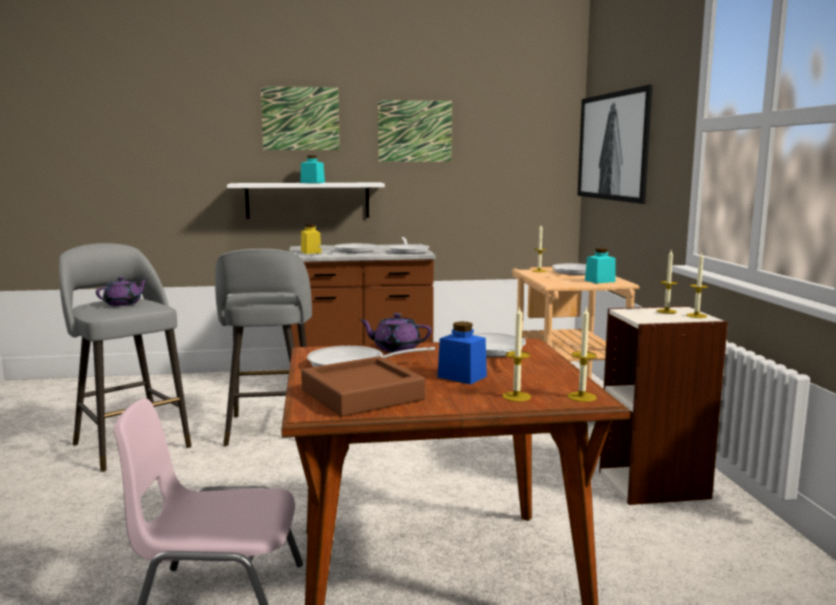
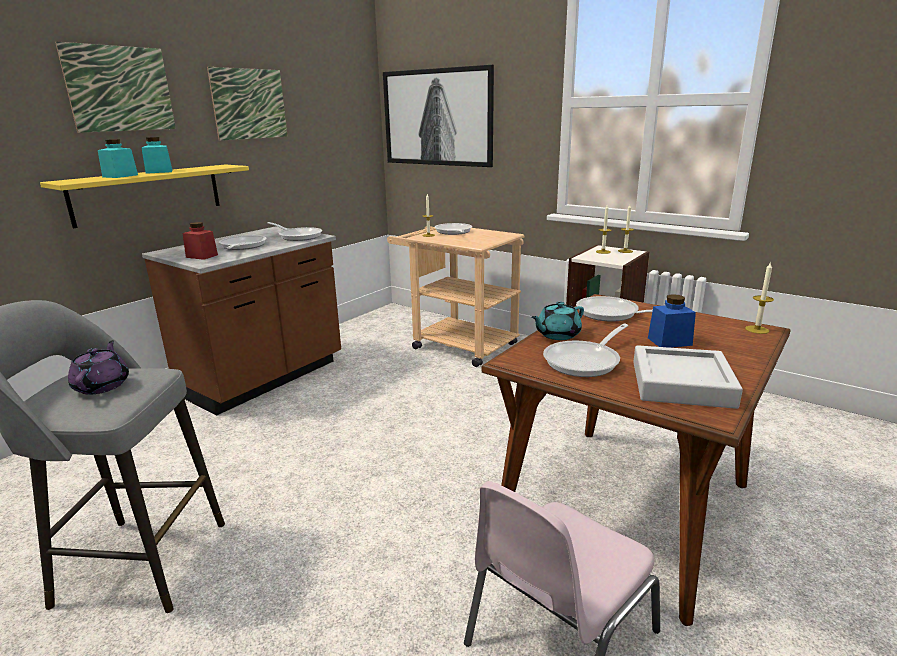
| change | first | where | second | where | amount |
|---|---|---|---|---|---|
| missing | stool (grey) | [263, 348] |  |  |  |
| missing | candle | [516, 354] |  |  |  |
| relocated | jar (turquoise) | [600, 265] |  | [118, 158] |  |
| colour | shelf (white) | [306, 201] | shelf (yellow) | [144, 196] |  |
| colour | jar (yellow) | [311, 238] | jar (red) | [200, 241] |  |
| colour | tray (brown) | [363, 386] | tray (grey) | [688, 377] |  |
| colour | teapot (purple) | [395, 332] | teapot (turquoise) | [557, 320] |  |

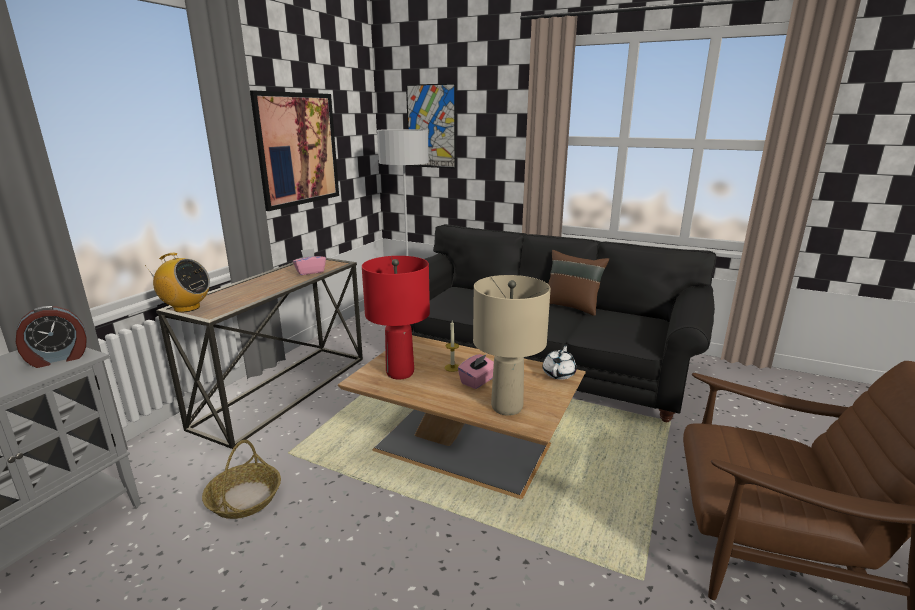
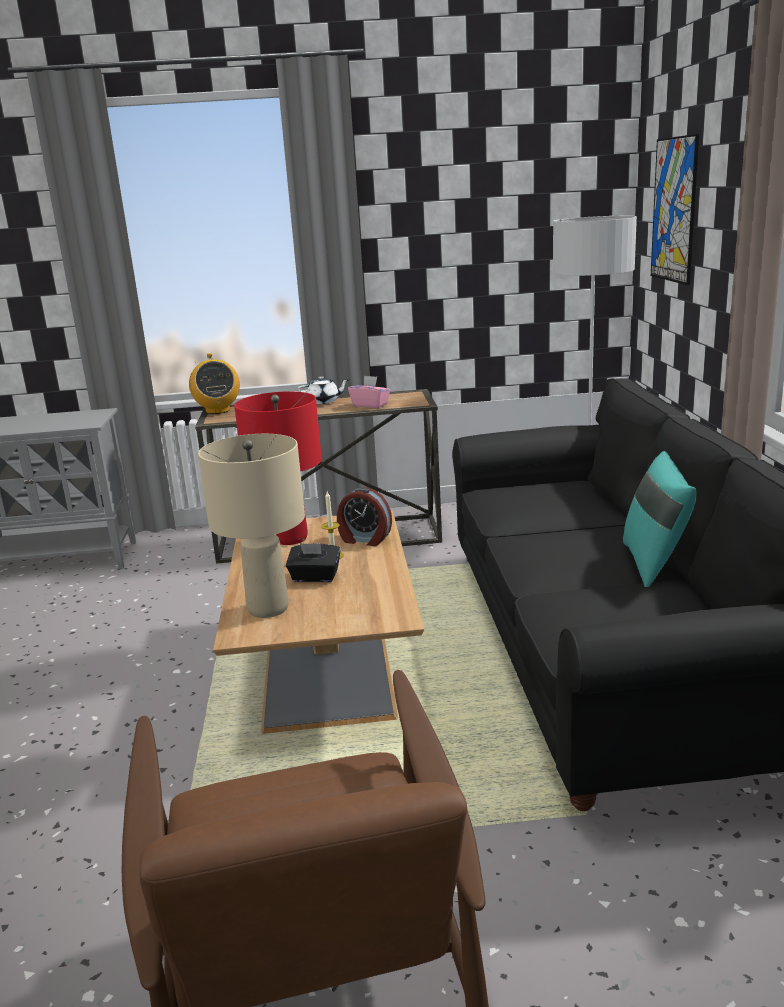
| change | first | where | second | where | amount |
|---|---|---|---|---|---|
| missing | basket | [241, 479] |  |  |  |
| missing | picture | [294, 150] |  |  |  |
| relocated | alarm clock | [51, 337] |  | [364, 516] |  |
| relocated | teapot (white) | [559, 362] |  | [323, 390] |  |
| colour | tissue box (pink) | [476, 371] | tissue box (black) | [313, 562] |  |
| colour | pillow (brown) | [578, 282] | pillow (turquoise) | [660, 519] |  |

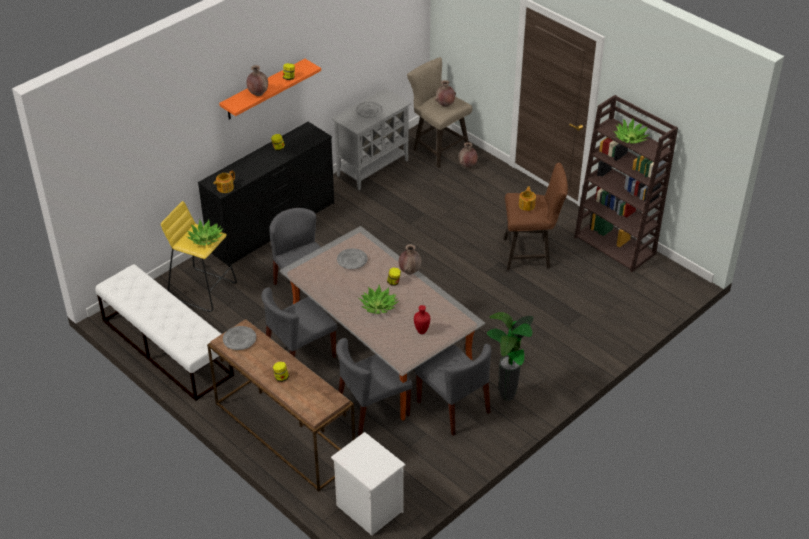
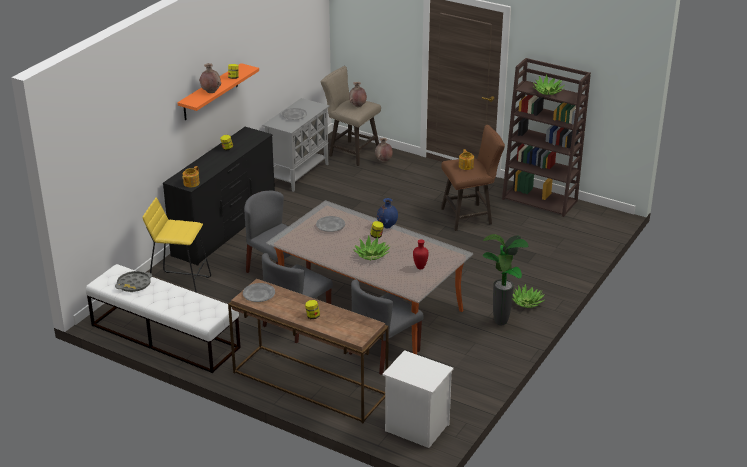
| change | first | where | second | where | amount |
|---|---|---|---|---|---|
| missing | chair (grey) | [453, 390] |  |  |  |
| appeared |  |  | tray (grey) | [133, 281] |  |
| relocated | potted plant | [205, 232] |  | [528, 296] |  |
| colour | vase (brown) | [410, 259] | vase (blue) | [387, 213] |  |

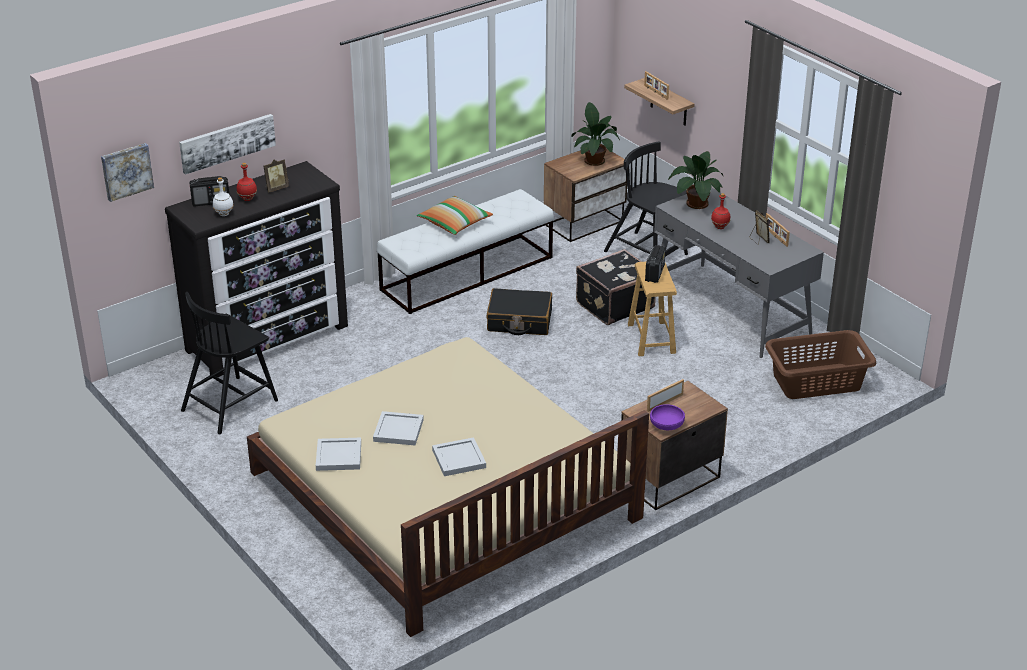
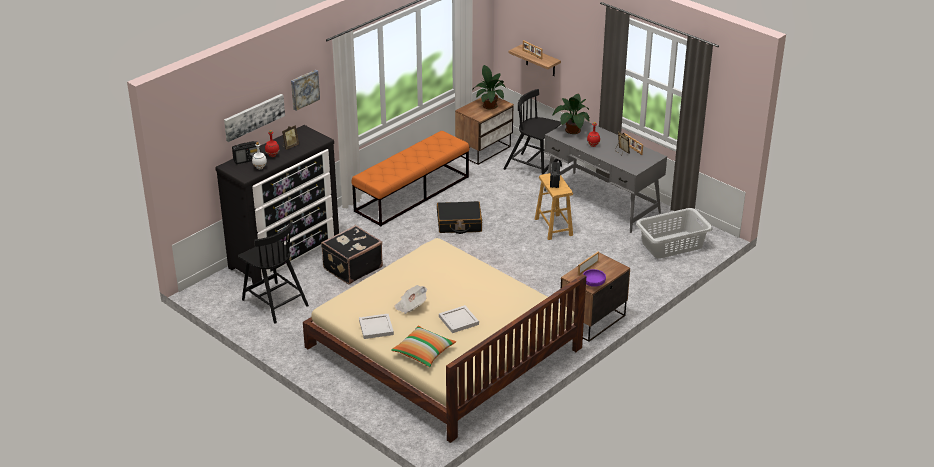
| change | first | where | second | where | amount |
|---|---|---|---|---|---|
| relocated | picture | [127, 172] |  | [305, 90] |  |
| relocated | pillow | [455, 215] |  | [424, 346] |  |
| relocated | suitcase (black) | [615, 287] |  | [352, 254] |  |
| exchanged | tray (white) | [398, 428] | newspaper | [410, 299] |  |
| colour | bench (white) | [465, 251] | bench (orange) | [410, 179] |  |
| colour | laundry basket (brown) | [820, 364] | laundry basket (grey) | [674, 233] |  |
| spun | chair (black) | [229, 363] |  | [273, 273] | 75 degrees counterclockwise |

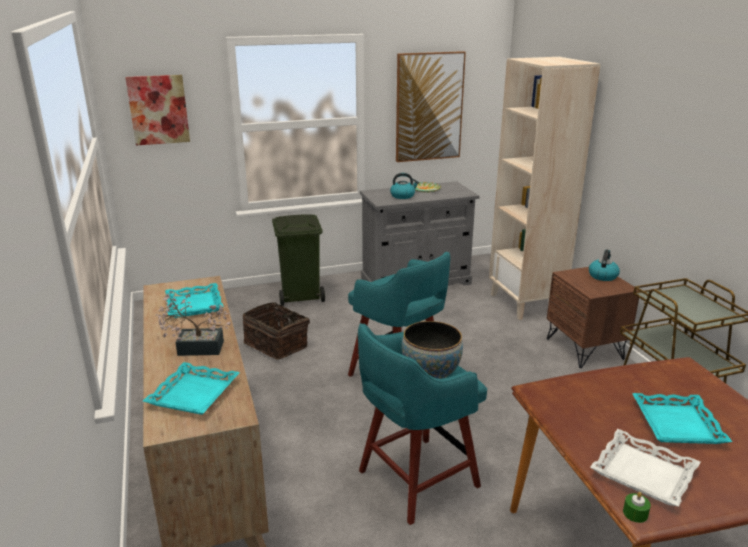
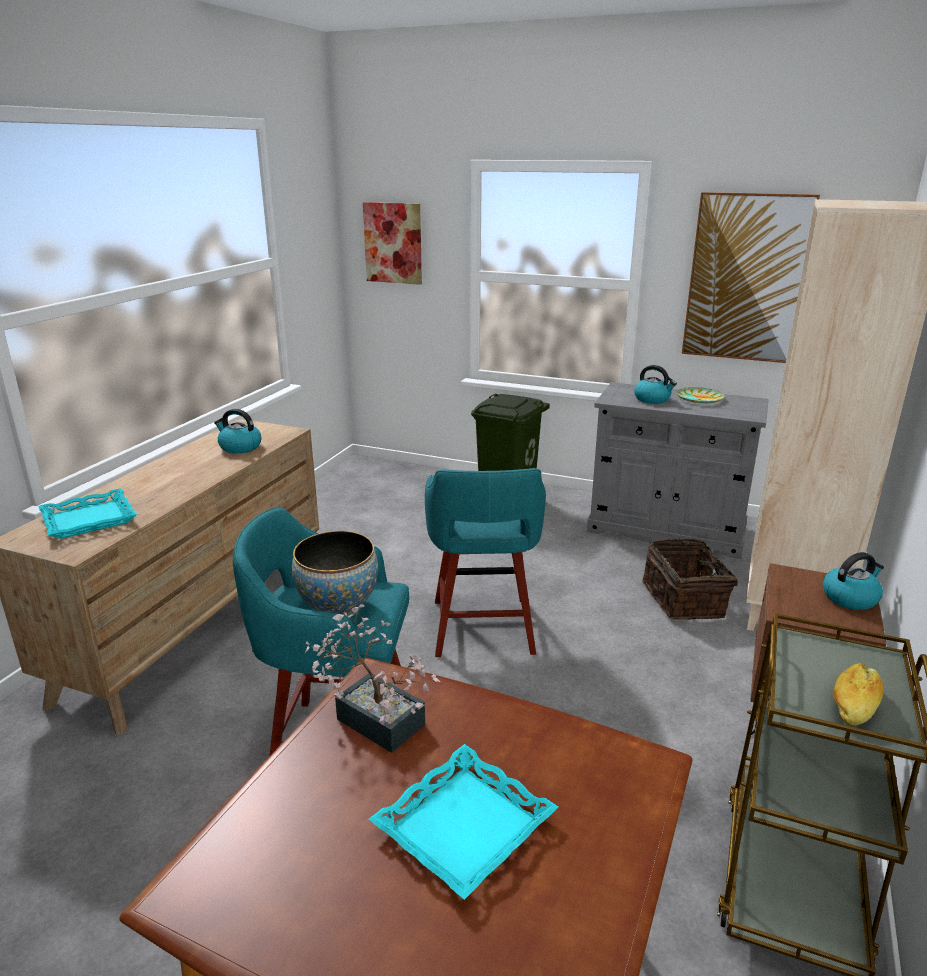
| change | first | where | second | where | amount |
|---|---|---|---|---|---|
| missing | tray (white) | [645, 468] |  |  |  |
| missing | candle (green) | [637, 507] |  |  |  |
| appeared |  |  | bread | [859, 694] |  |
| relocated | potted plant | [193, 323] |  | [373, 678] |  |
| relocated | basket | [276, 330] |  | [690, 579] |  |
| exchanged | tray (turquoise) | [194, 300] | kettle | [238, 431] |  |

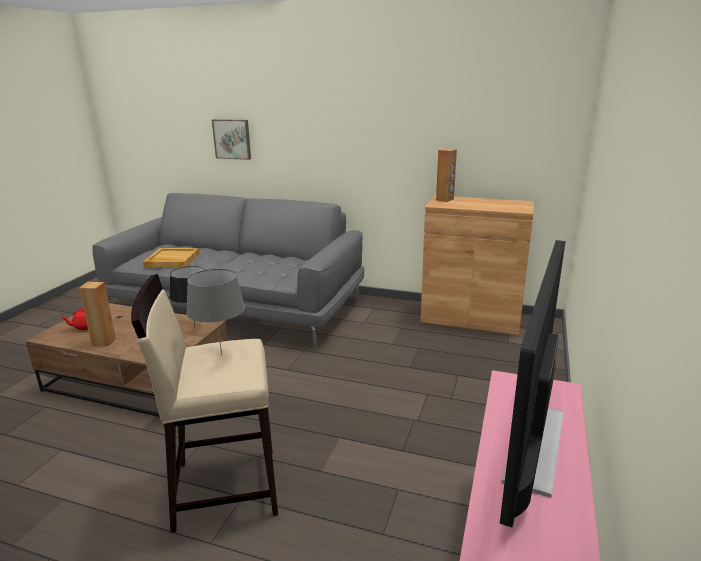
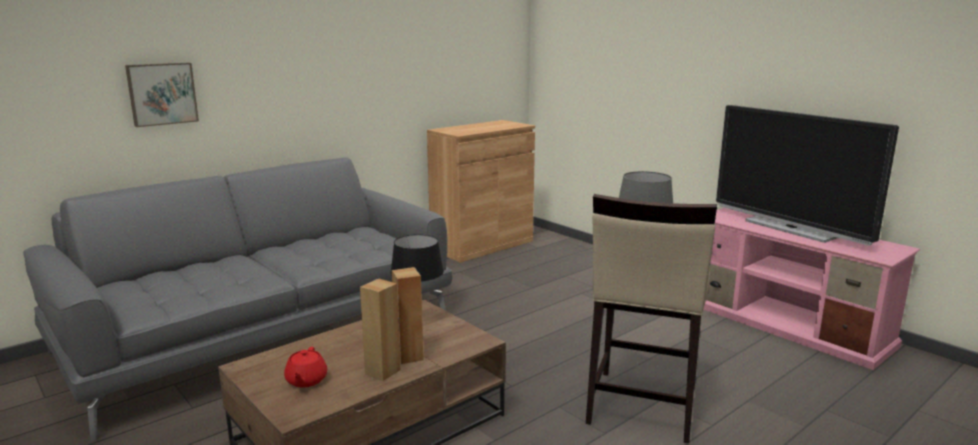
| change | first | where | second | where | amount |
|---|---|---|---|---|---|
| missing | tray (beige) | [171, 258] |  |  |  |
| relocated | speaker (brown) | [446, 175] |  | [408, 315] |  |

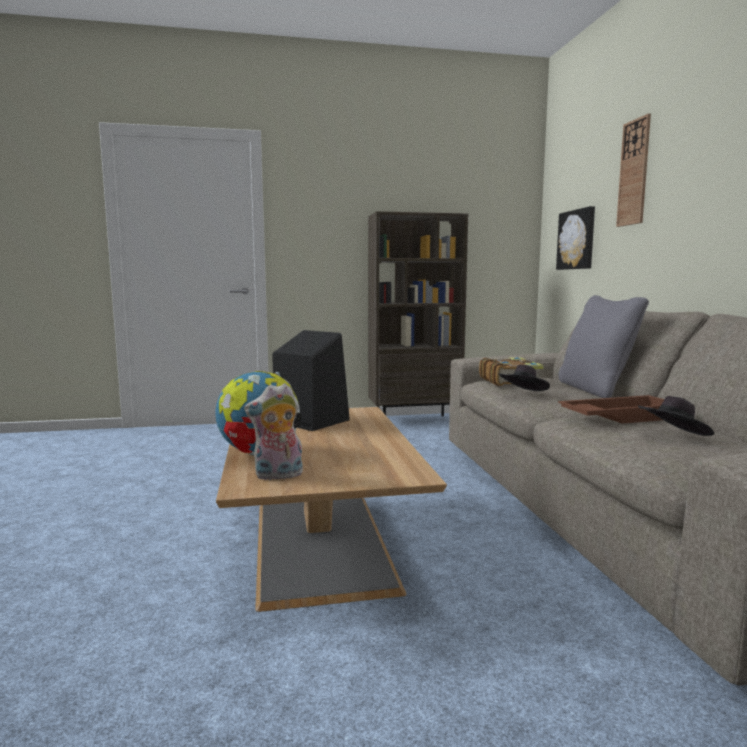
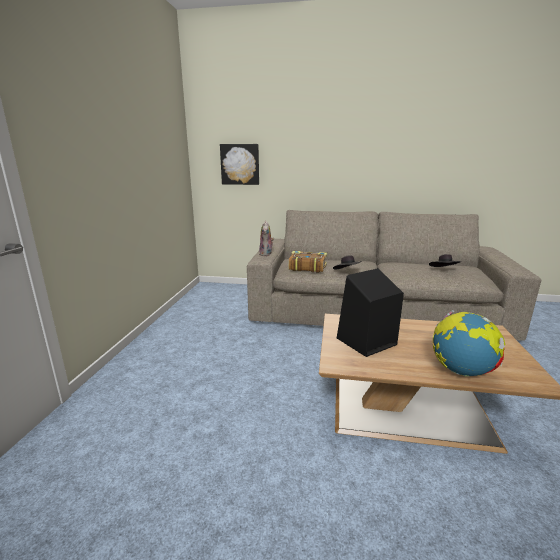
| change | first | where | second | where | amount |
|---|---|---|---|---|---|
| missing | bookcase (brown) | [418, 313] |  |  |  |
| missing | tray (brown) | [611, 409] |  |  |  |
| missing | pillow (grey) | [604, 346] |  |  |  |
| missing | wall clock | [633, 170] |  |  |  |
| relocated | plush toy | [273, 431] |  | [266, 238] |  |

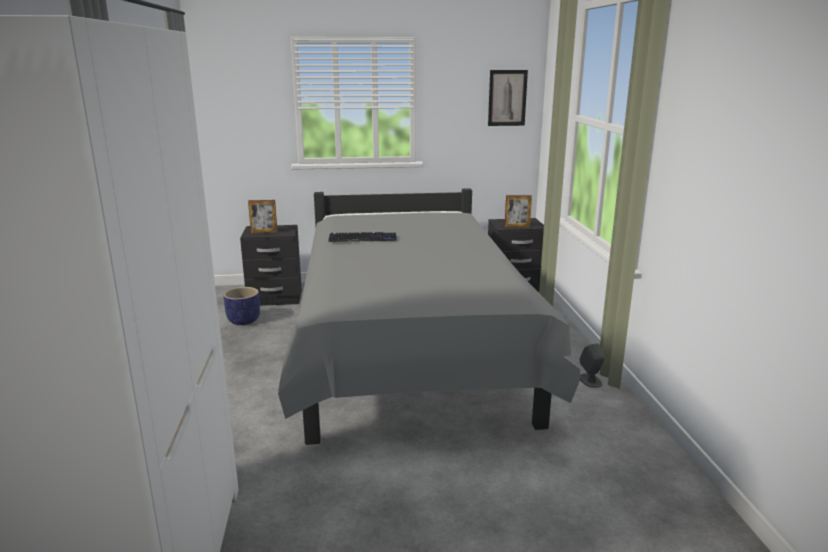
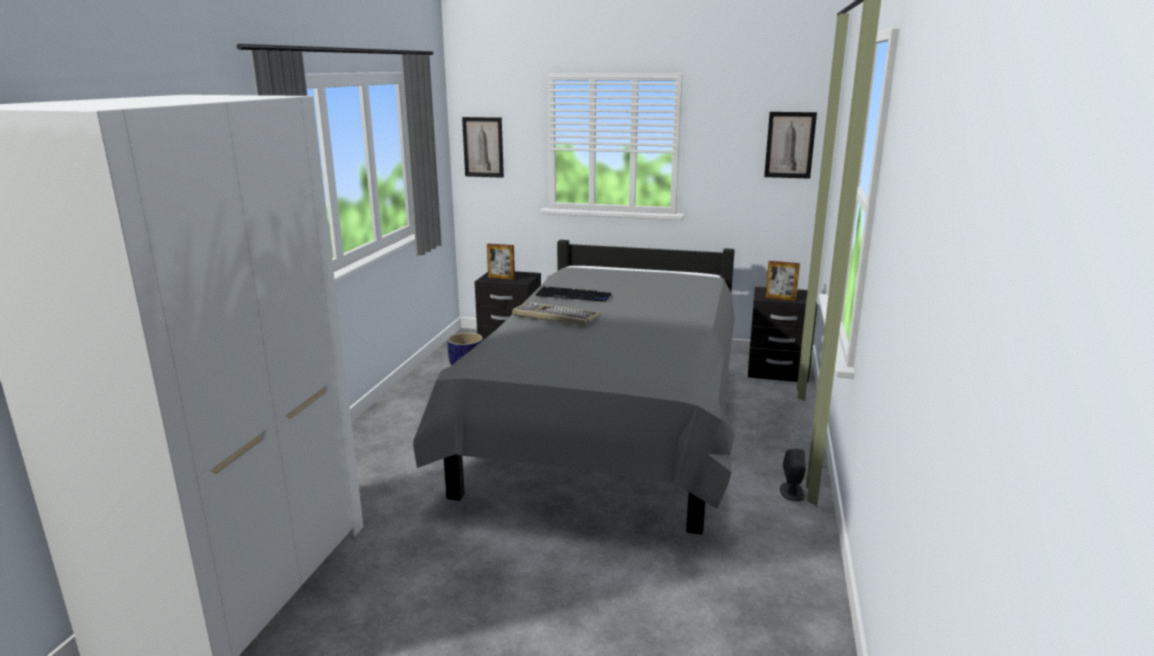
| change | first | where | second | where | amount |
|---|---|---|---|---|---|
| appeared |  |  | picture | [483, 147] |  |
| appeared |  |  | keyboard | [556, 314] |  |

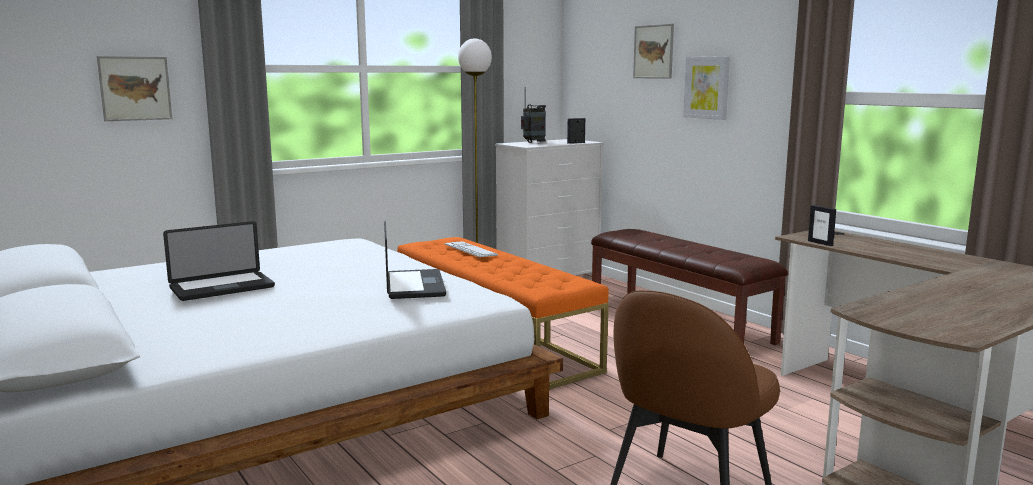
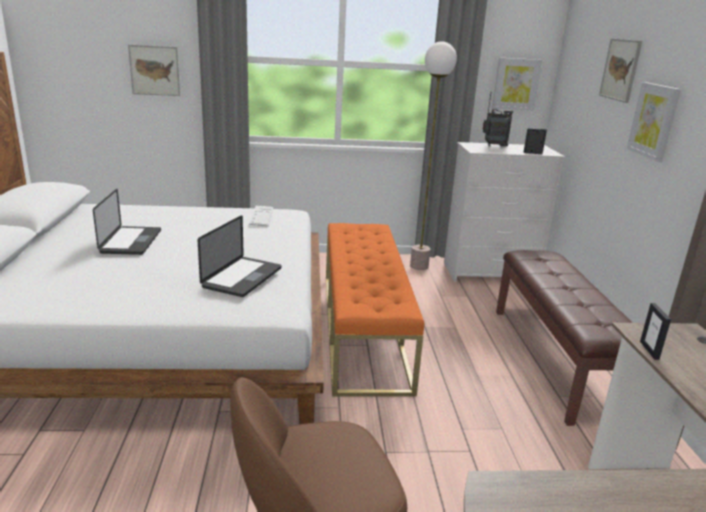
| change | first | where | second | where | amount |
|---|---|---|---|---|---|
| appeared |  |  | picture | [517, 84] |  |
| relocated | keyboard | [471, 249] |  | [261, 216] |  |
| spun | laptop | [219, 261] |  | [127, 222] | 90 degrees counterclockwise |

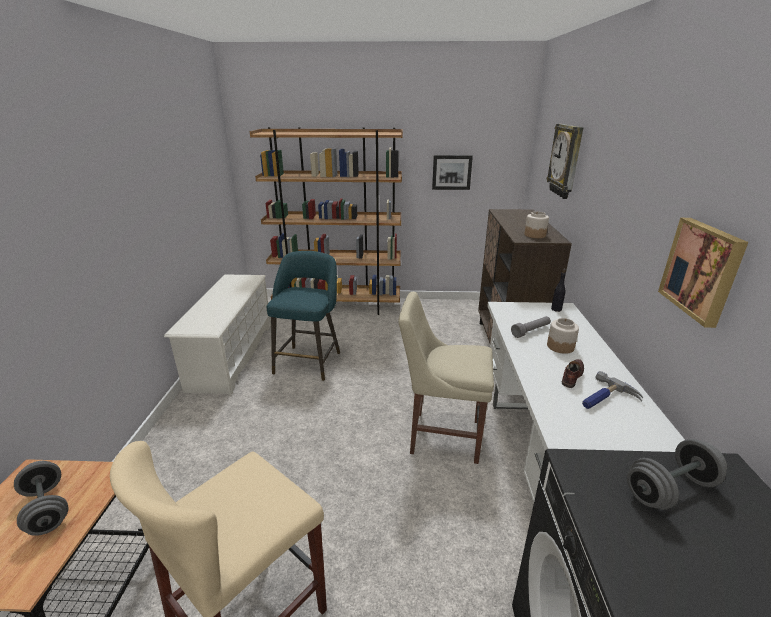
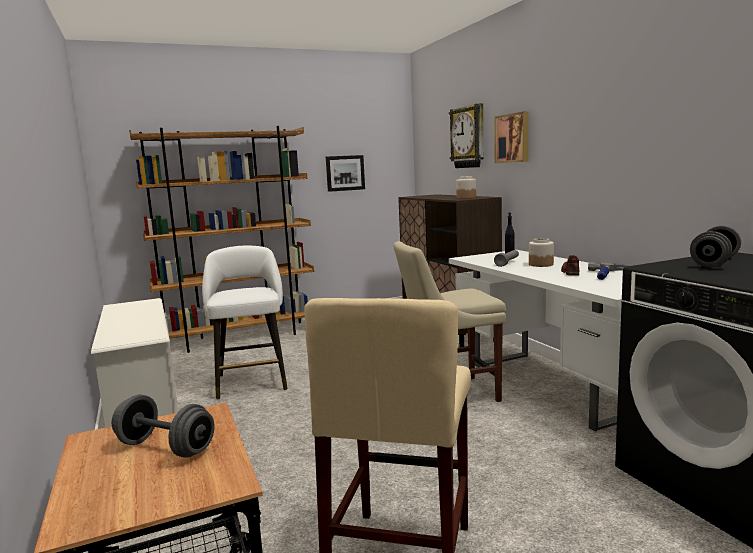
| change | first | where | second | where | amount |
|---|---|---|---|---|---|
| relocated | picture | [703, 273] |  | [511, 137] |  |
| colour | stool (turquoise) | [303, 316] | stool (white) | [244, 323] |  |

